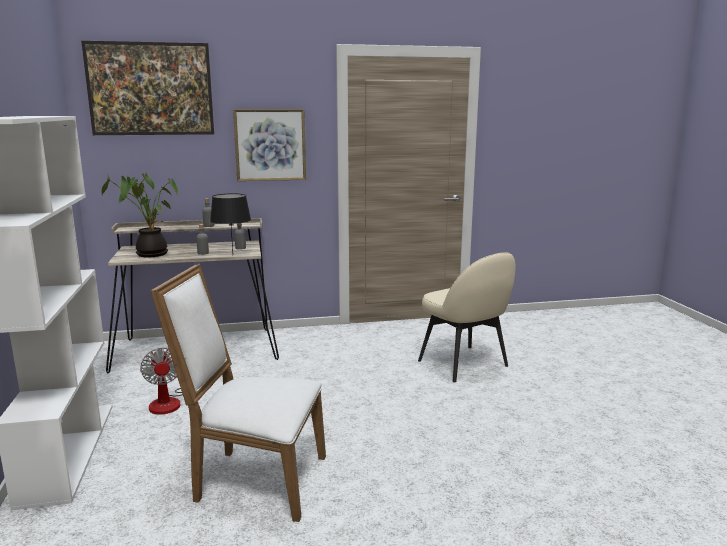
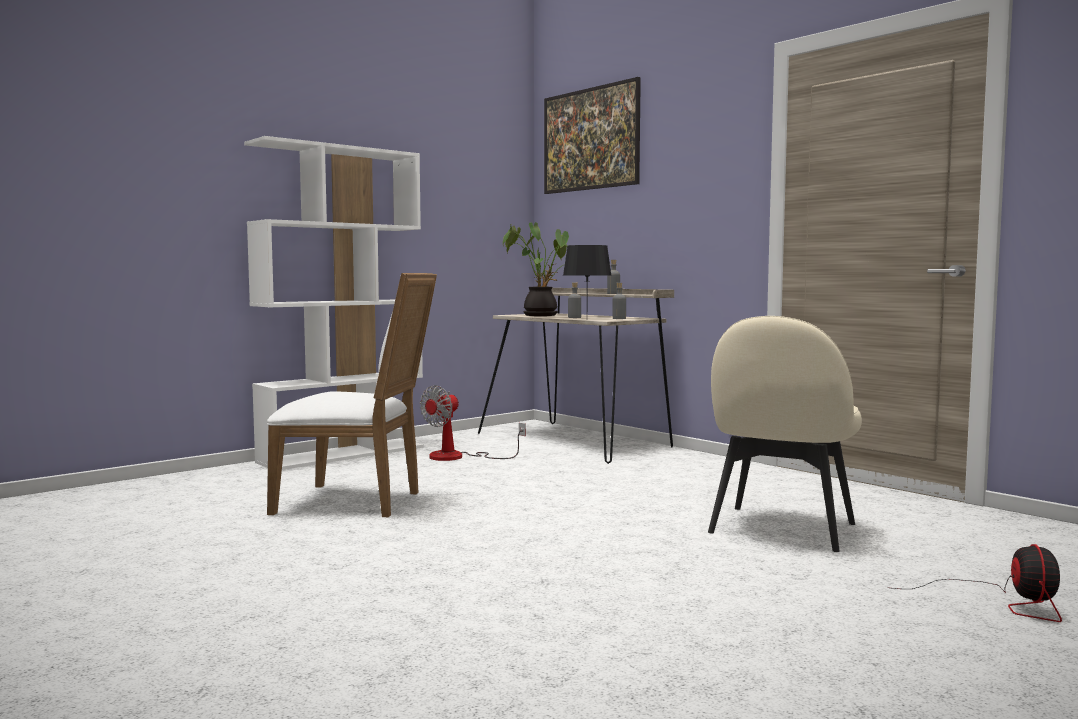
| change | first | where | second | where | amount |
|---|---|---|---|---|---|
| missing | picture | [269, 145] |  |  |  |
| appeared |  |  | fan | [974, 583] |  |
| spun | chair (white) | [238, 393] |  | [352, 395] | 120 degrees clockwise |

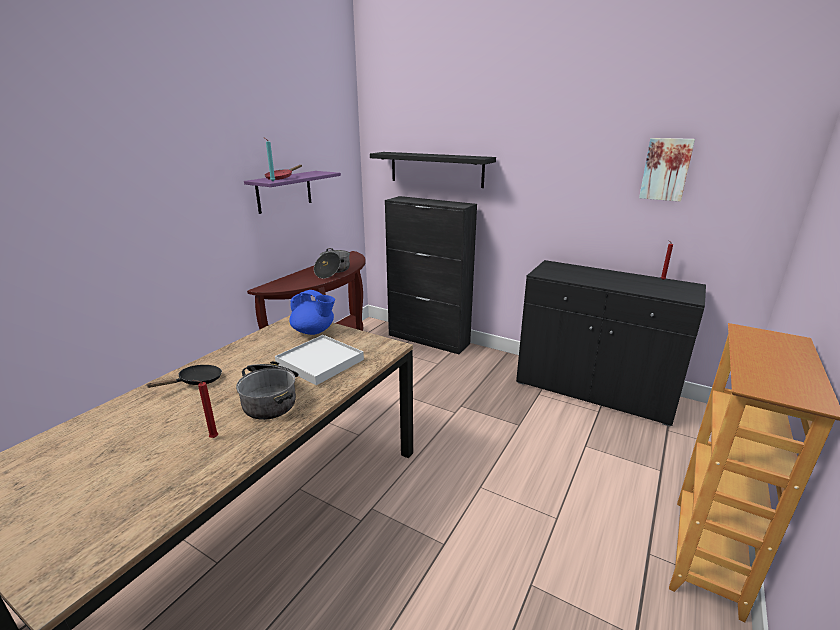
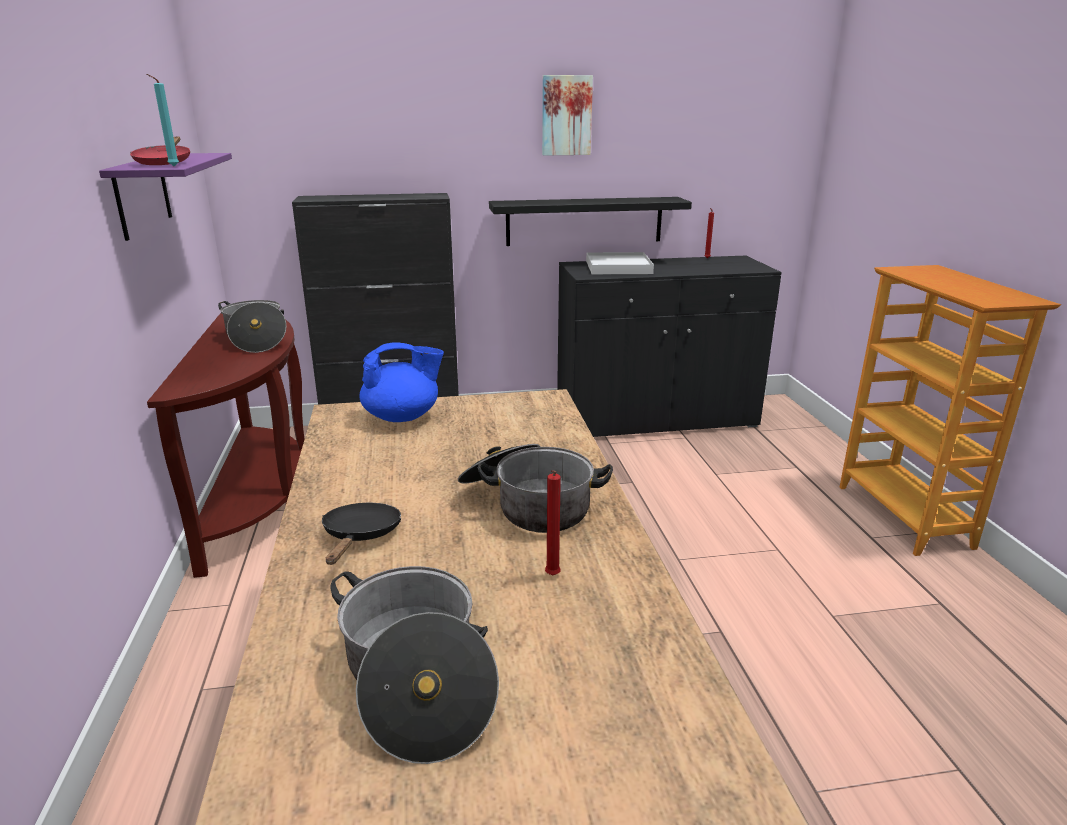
| change | first | where | second | where | amount |
|---|---|---|---|---|---|
| appeared |  |  | cooking pot | [414, 665] |  |
| relocated | tray (white) | [319, 360] |  | [620, 263] |  |
| relocated | shelf (black) | [433, 170] |  | [590, 221] |  |
| relocated | picture | [667, 170] |  | [567, 115] |  |

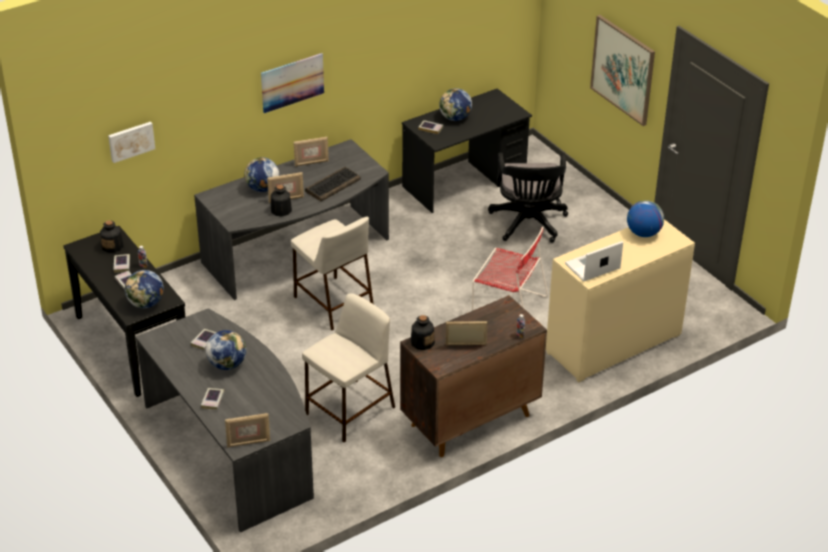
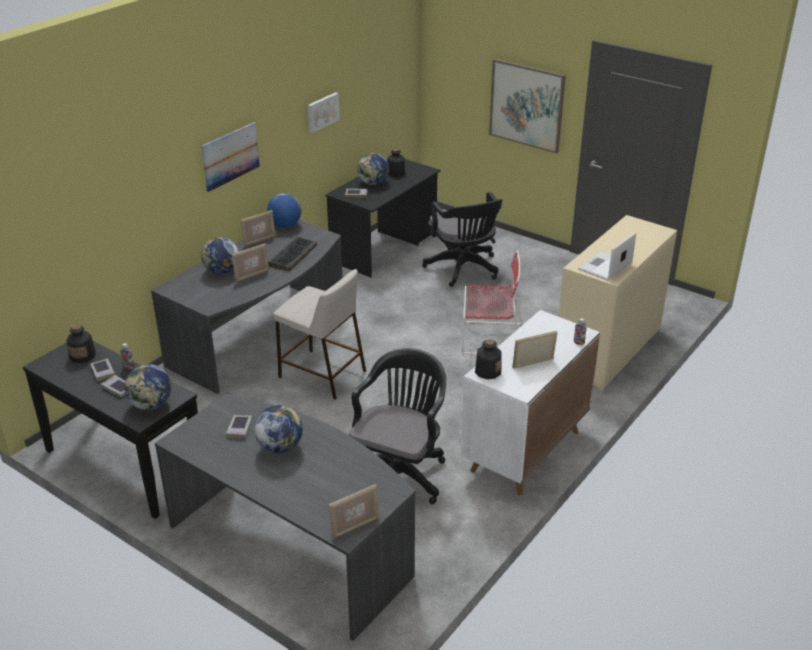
| change | first | where | second | where | amount |
|---|---|---|---|---|---|
| missing | book | [213, 399] |  |  |  |
| relocated | picture | [131, 142] |  | [324, 112] |  |
| relocated | bottle | [281, 200] |  | [396, 163] |  |
| relocated | globe | [645, 218] |  | [284, 210] |  |
| exchanged | stool (beige) | [348, 367] | office chair (black) | [397, 426] |  |
| colour | cabinet (brown) | [473, 376] | cabinet (white) | [530, 402] |  |

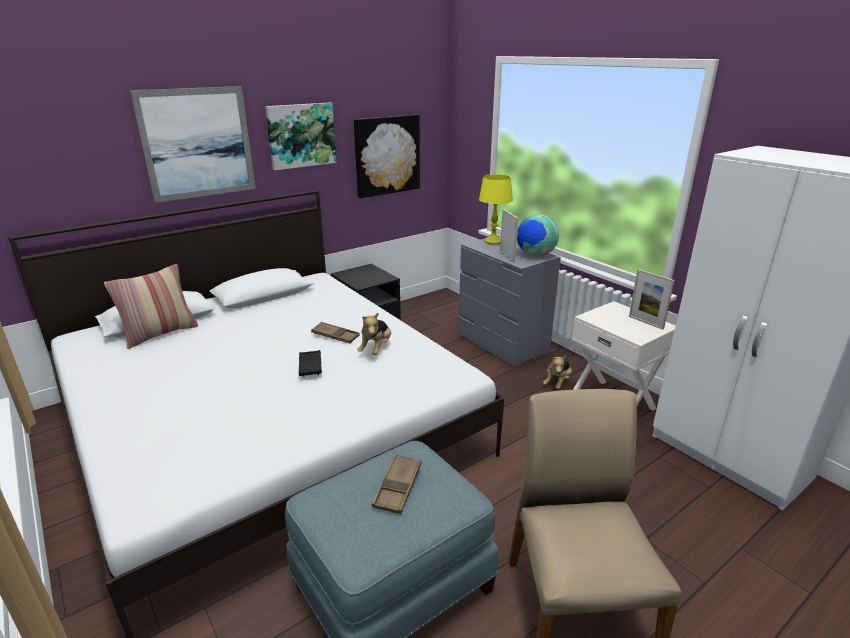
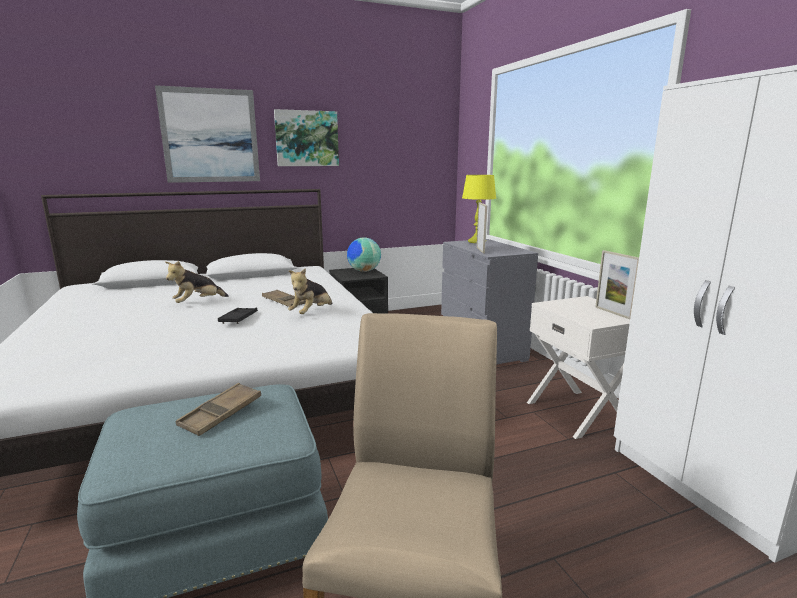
| change | first | where | second | where | amount |
|---|---|---|---|---|---|
| missing | pillow | [151, 306] |  |  |  |
| missing | picture | [387, 156] |  |  |  |
| relocated | globe | [538, 235] |  | [364, 254] |  |
| relocated | plush toy | [557, 372] |  | [197, 282] |  |

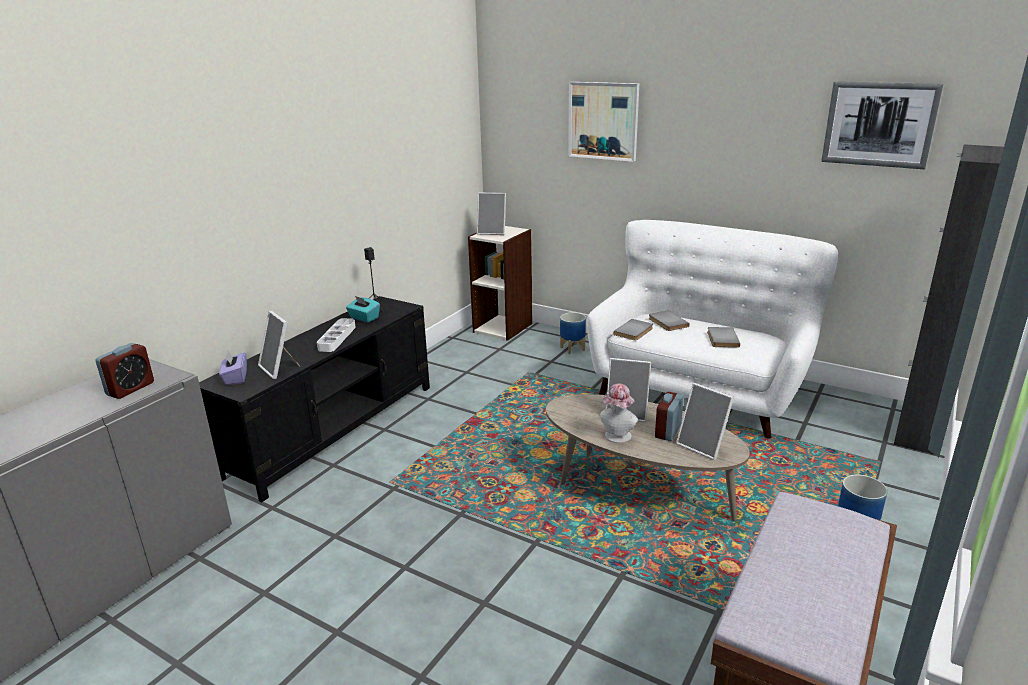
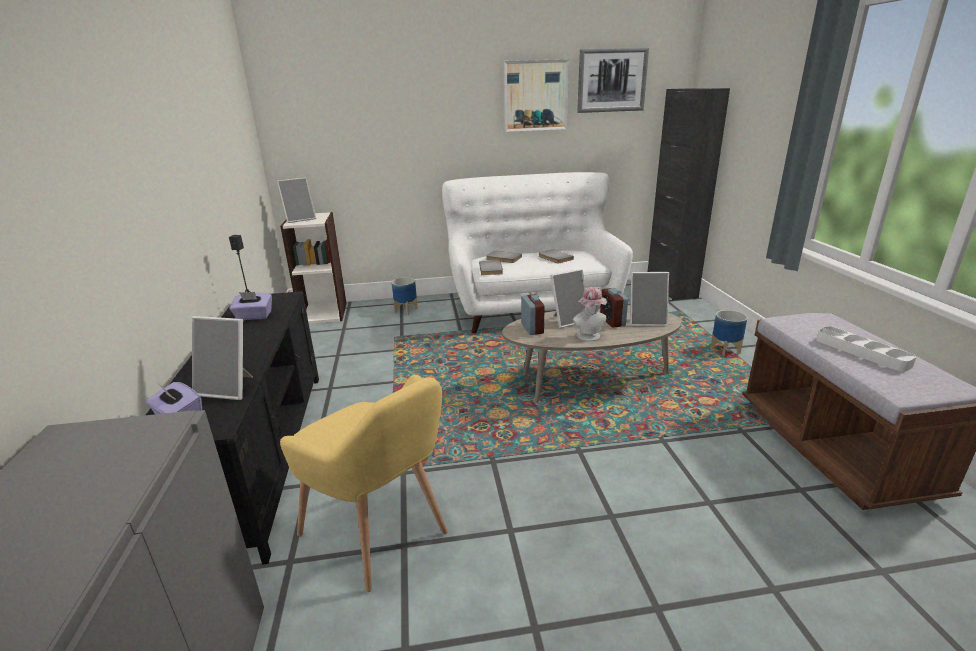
| change | first | where | second | where | amount |
|---|---|---|---|---|---|
| appeared |  |  | armchair (yellow) | [363, 483] |  |
| relocated | alarm clock | [125, 371] |  | [533, 314] |  |
| relocated | tray (white) | [336, 335] |  | [866, 349] |  |
| relocated | picture | [603, 122] |  | [536, 95] |  |
| colour | tissue box (turquoise) | [363, 309] | tissue box (purple) | [251, 306] |  |

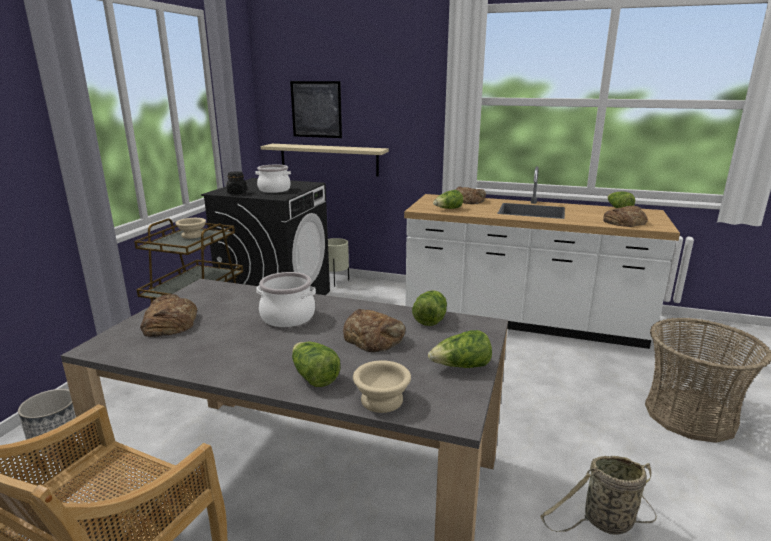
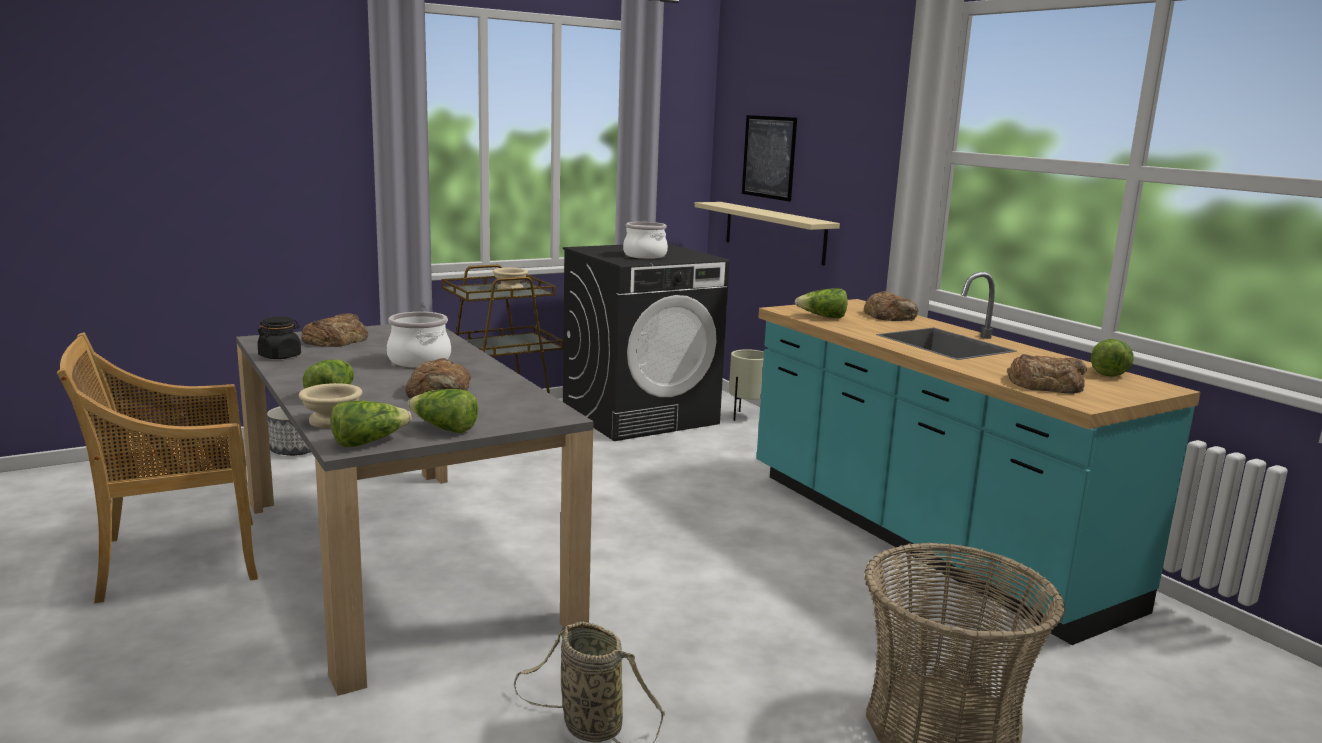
| change | first | where | second | where | amount |
|---|---|---|---|---|---|
| relocated | jar (black) | [237, 182] |  | [279, 337] |  |
| relocated | lettuce | [429, 308] |  | [371, 424] |  |
| colour | counter (white) | [542, 257] | counter (turquoise) | [978, 458] |  |

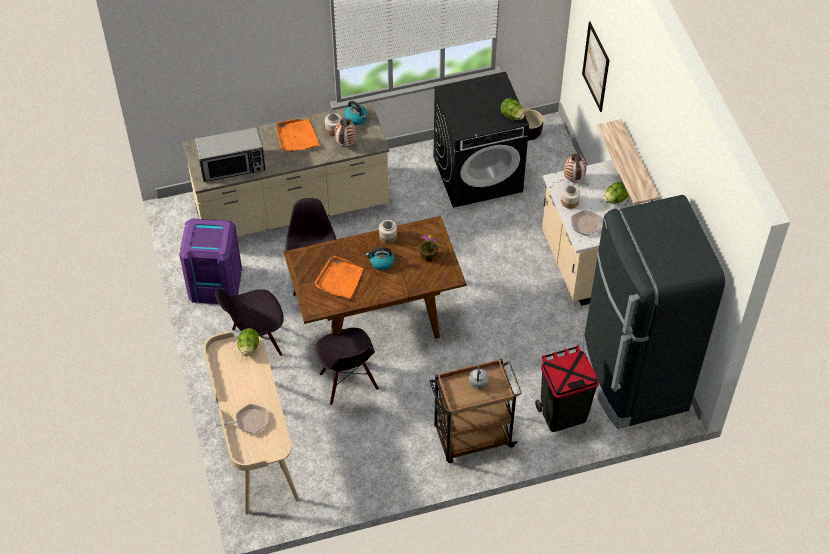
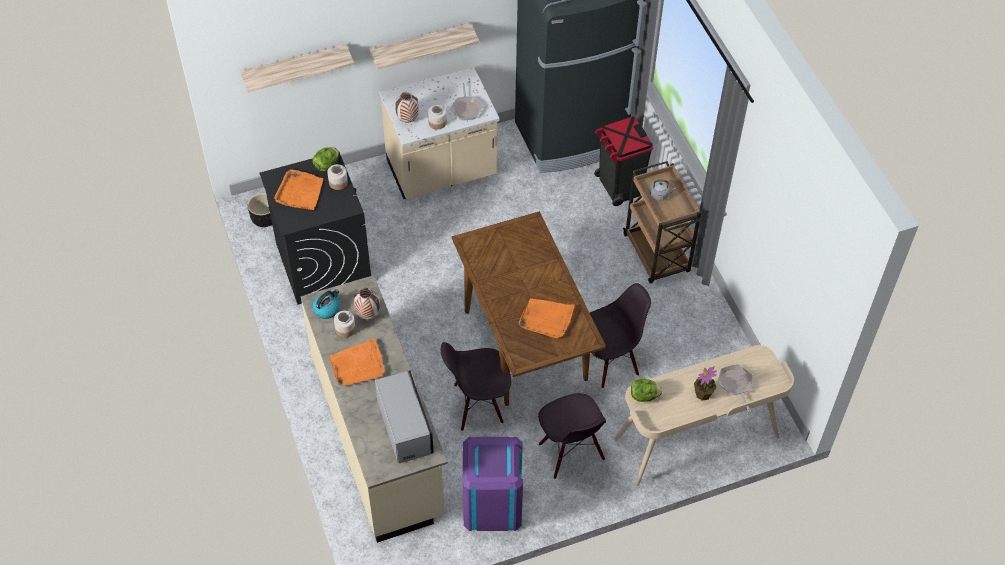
| change | first | where | second | where | amount |
|---|---|---|---|---|---|
| missing | kettle | [380, 258] |  |  |  |
| missing | lettuce | [616, 193] |  |  |  |
| appeared |  |  | tray (orange) | [298, 189] |  |
| relocated | jar | [388, 232] |  | [337, 177] |  |
| relocated | potted plant | [429, 248] |  | [705, 383] |  |
| exchanged | picture | [595, 67] | shelf | [297, 68] |  |

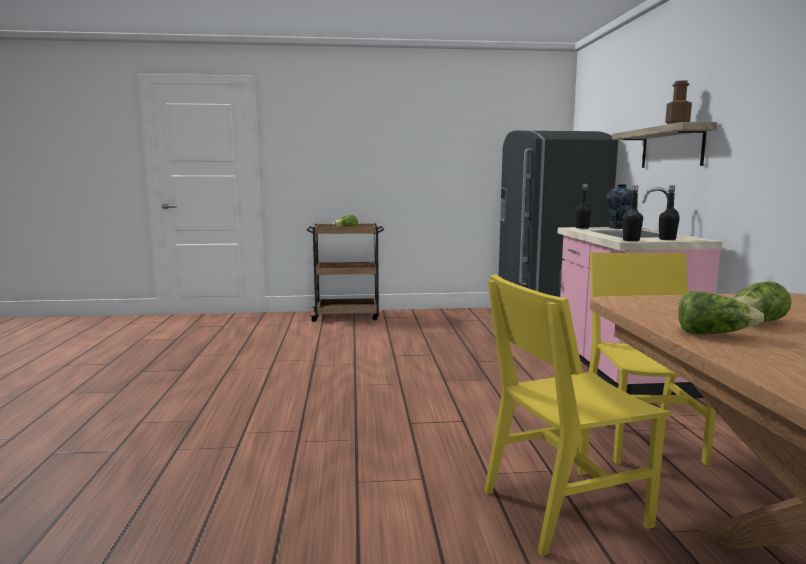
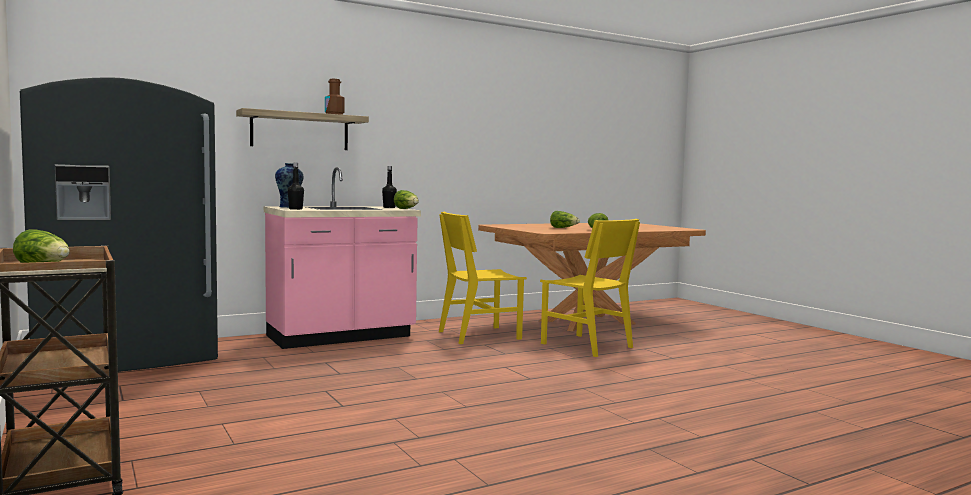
| change | first | where | second | where | amount |
|---|---|---|---|---|---|
| exchanged | bottle (black) | [633, 213] | lettuce | [406, 199] |  |

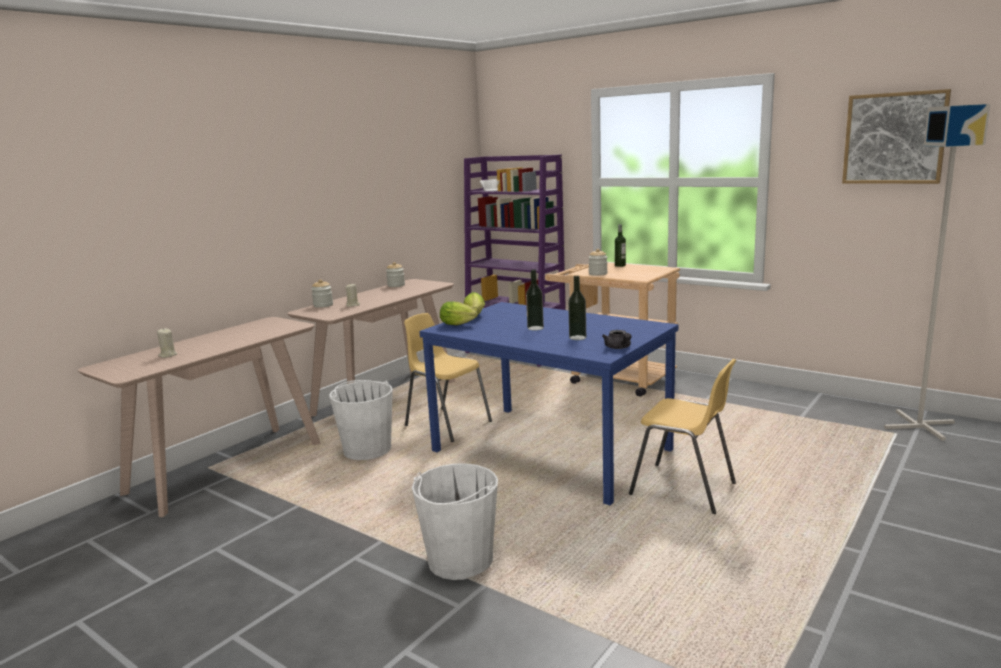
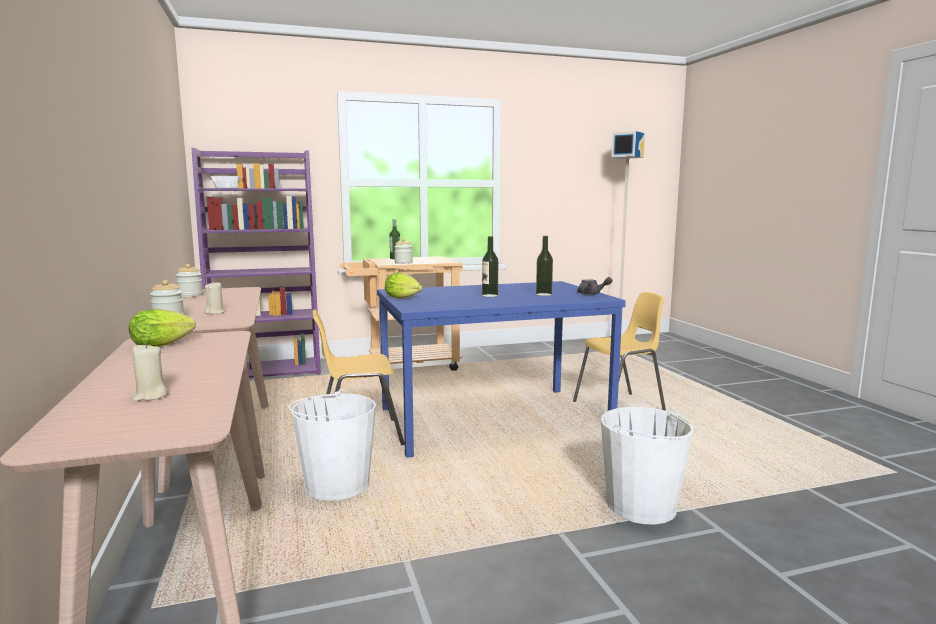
| change | first | where | second | where | amount |
|---|---|---|---|---|---|
| missing | picture | [896, 136] |  |  |  |
| relocated | lettuce | [459, 313] |  | [162, 327] |  |

